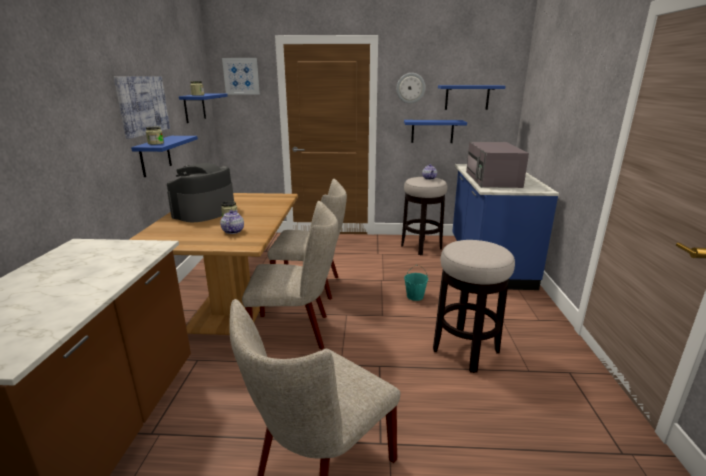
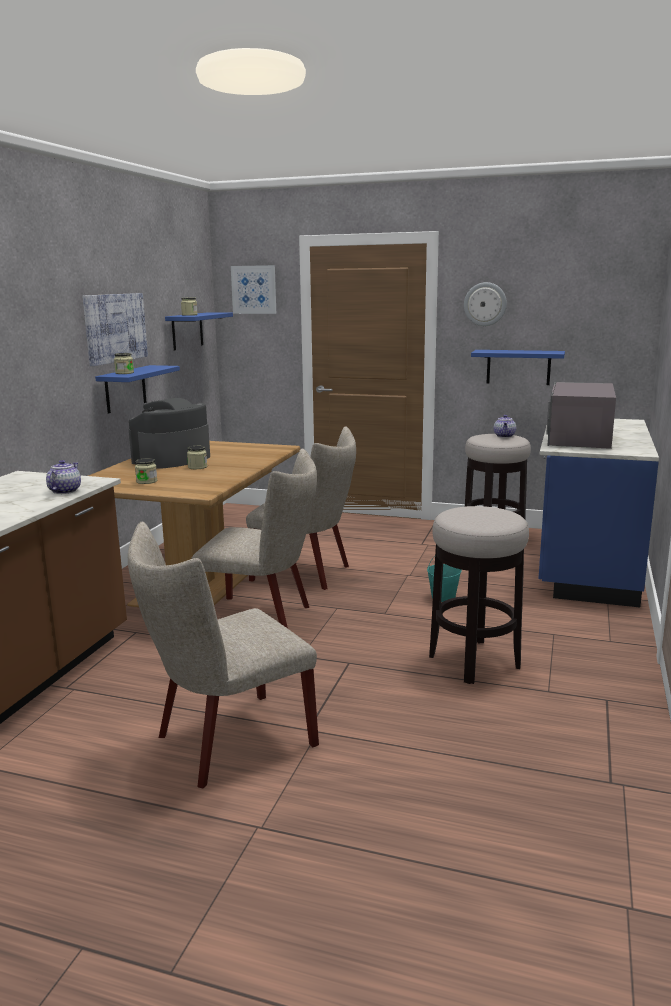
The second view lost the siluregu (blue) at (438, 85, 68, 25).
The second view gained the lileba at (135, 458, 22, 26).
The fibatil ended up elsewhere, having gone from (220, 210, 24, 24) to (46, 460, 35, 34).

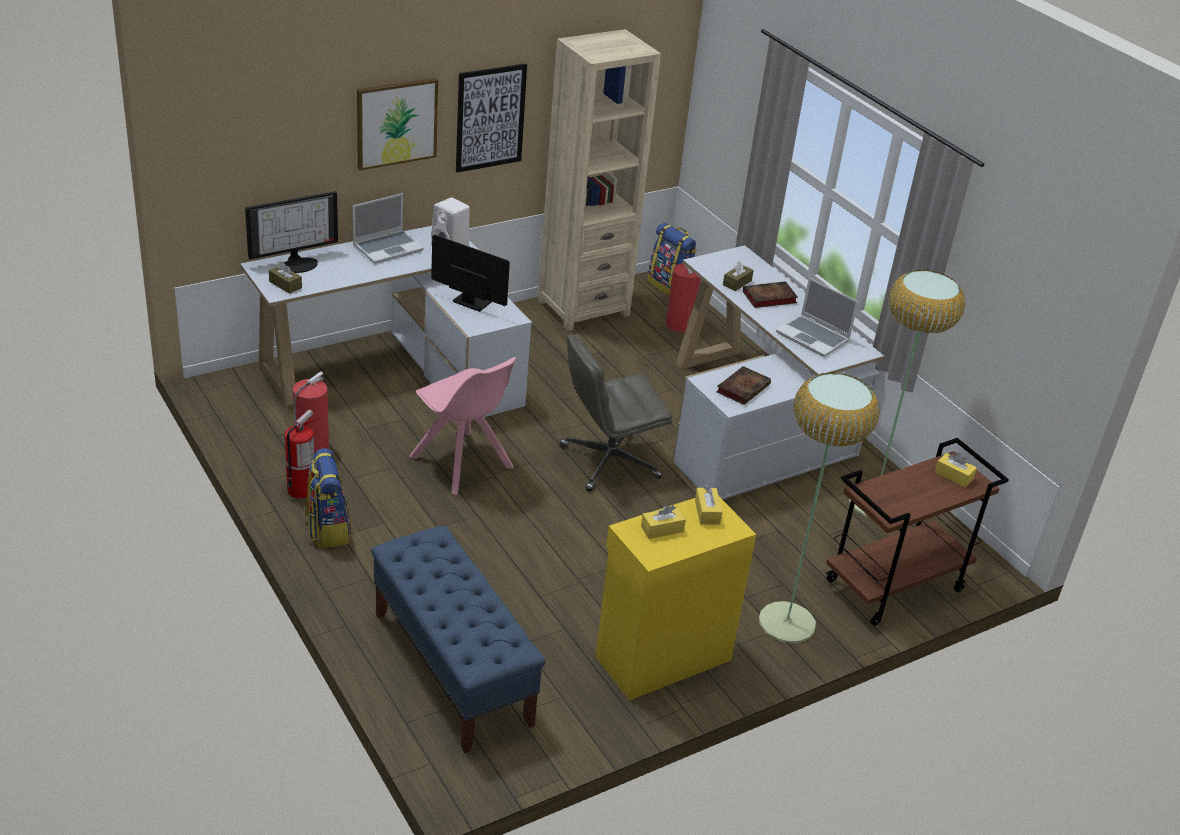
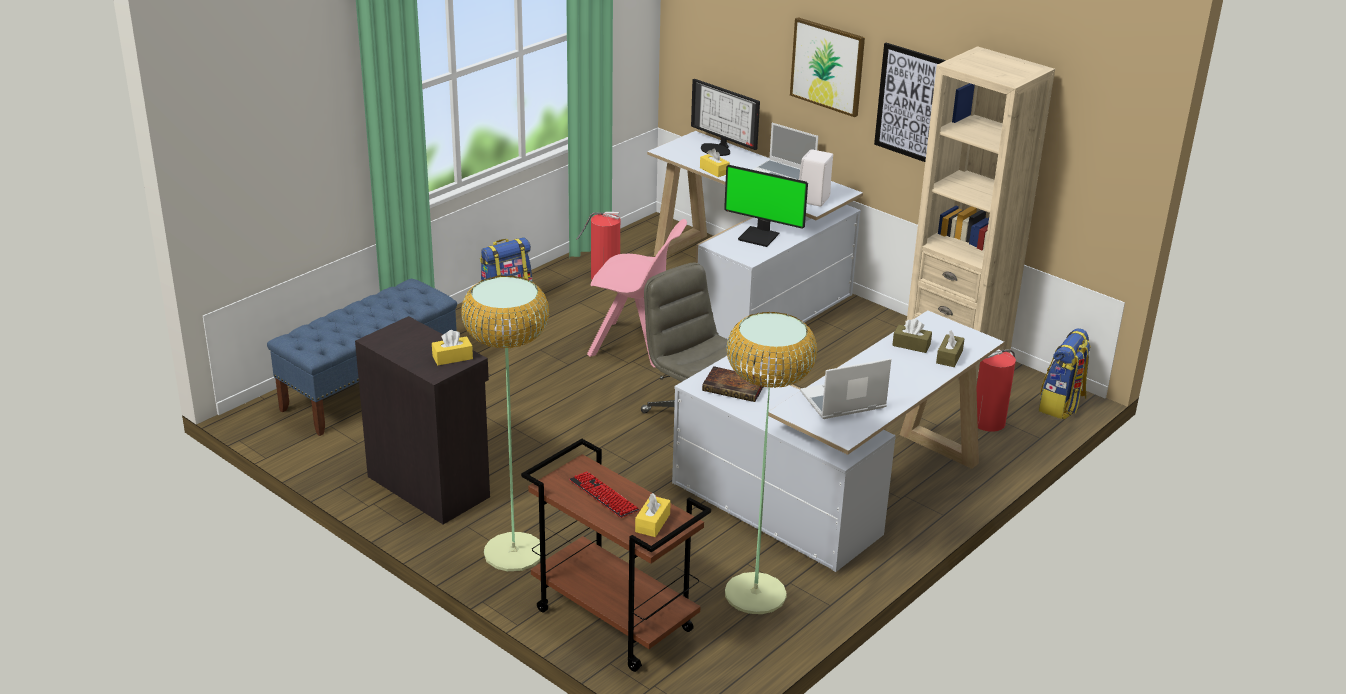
The second view lost the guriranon at (285, 409, 29, 89).
The second view lost the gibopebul at (743, 281, 55, 27).
The second view gained the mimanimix at (569, 471, 70, 47).
The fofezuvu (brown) ended up elsewhere, having gone from (269, 262, 33, 32) to (936, 330, 29, 37).
The fofezuvu (yellow) ended up elsewhere, having gone from (641, 505, 45, 34) to (700, 149, 30, 28).
What was the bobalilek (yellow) at (596, 497, 160, 203) turned into the bobalilek (black) at (355, 316, 135, 208).
The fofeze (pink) at (410, 357, 106, 138) ended up facing another way, 105 degrees counterclockwise from before.
The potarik at (431, 235, 79, 77) ended up facing another way, 105 degrees clockwise from before.
The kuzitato at (776, 278, 82, 79) ended up facing another way, 45 degrees clockwise from before.

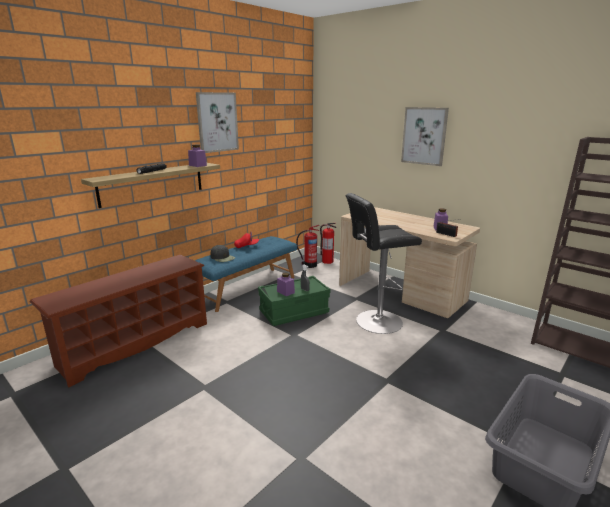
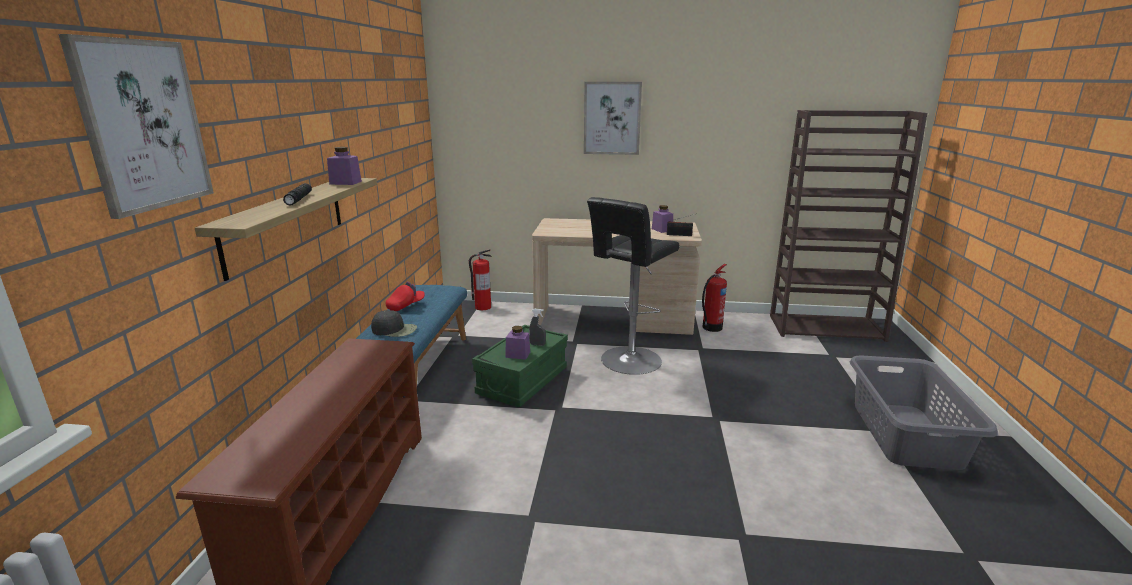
The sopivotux ended up elsewhere, having gone from (196, 92, 43, 61) to (58, 34, 156, 185).
The guriranon ended up elsewhere, having gone from (296, 225, 23, 43) to (702, 264, 25, 68).

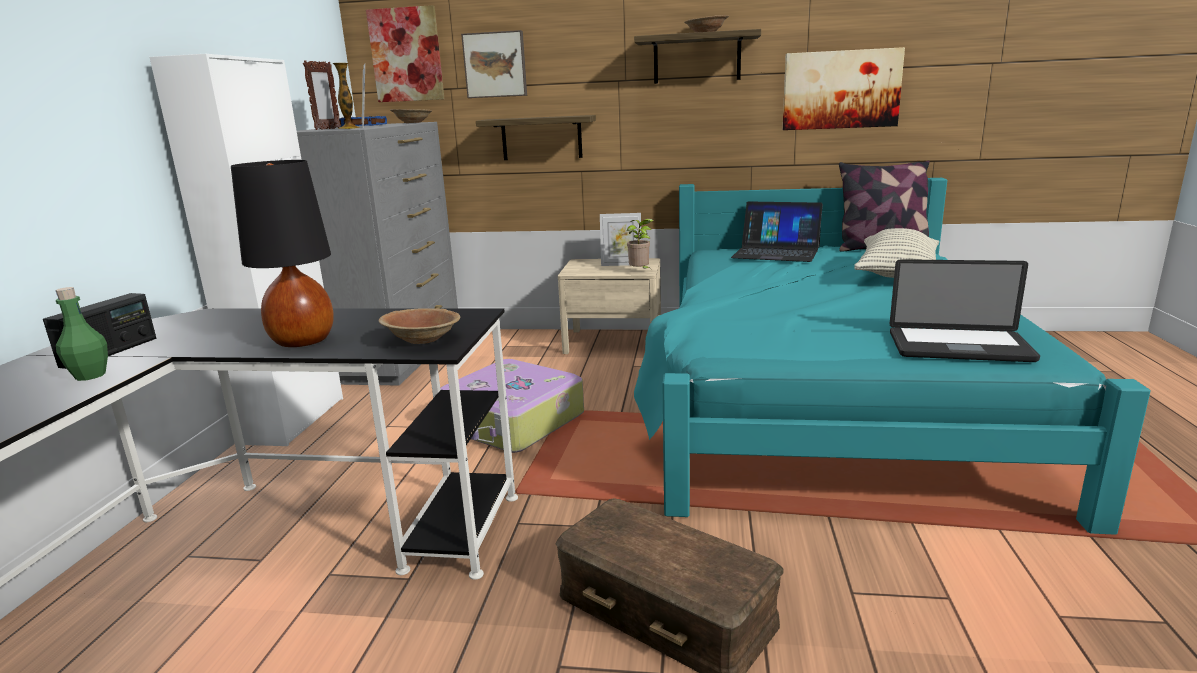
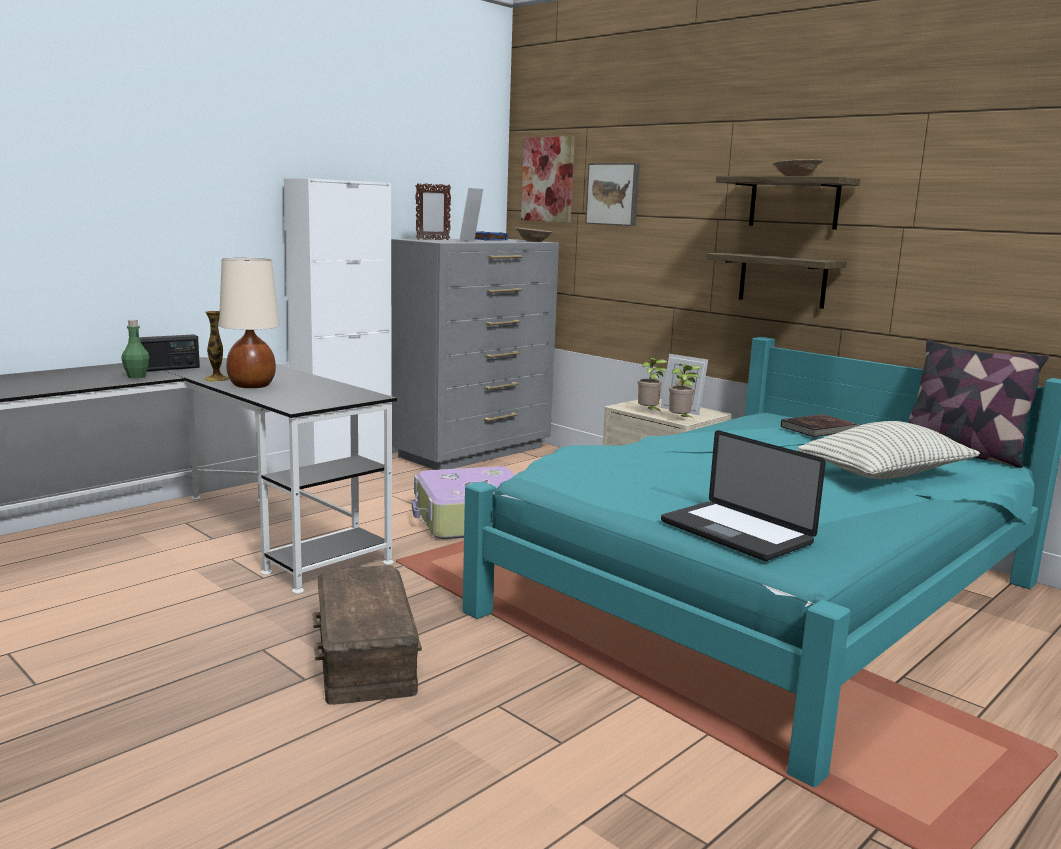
The second view lost the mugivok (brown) at (379, 308, 81, 36).
The second view lost the sopivotux at (783, 47, 122, 83).
The second view gained the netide at (638, 358, 29, 54).
The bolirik ended up elsewhere, having gone from (333, 63, 27, 66) to (205, 311, 24, 71).
The siluregu ended up elsewhere, having gone from (476, 115, 120, 45) to (706, 253, 141, 56).
Where the kuzitato stood at (731, 201, 92, 61), the gibopebul (brown) came to stand at (781, 414, 77, 23).
What was the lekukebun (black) at (231, 160, 103, 187) turned into the lekukebun (beige) at (219, 258, 61, 130).

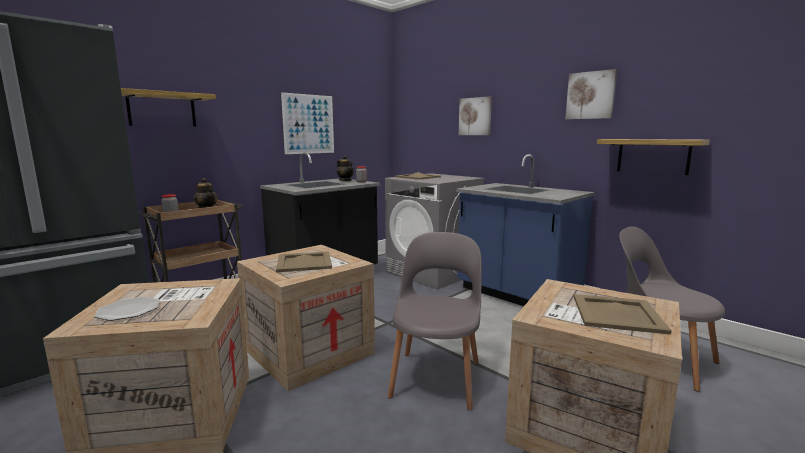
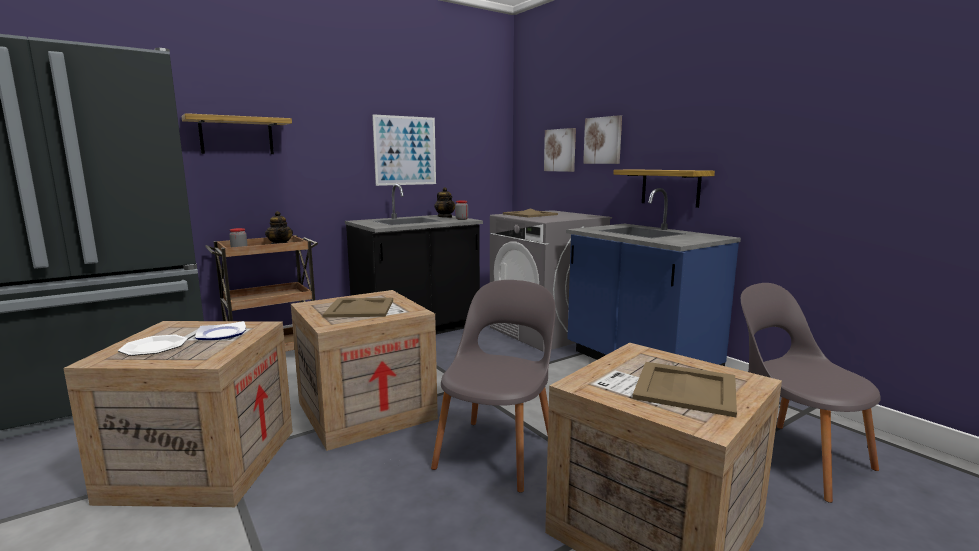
The second view gained the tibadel at (195, 321, 51, 19).
The sopivotux ended up elsewhere, having gone from (565, 69, 52, 50) to (544, 128, 32, 44).
The siluregu ended up elsewhere, having gone from (597, 139, 113, 36) to (613, 169, 102, 39).

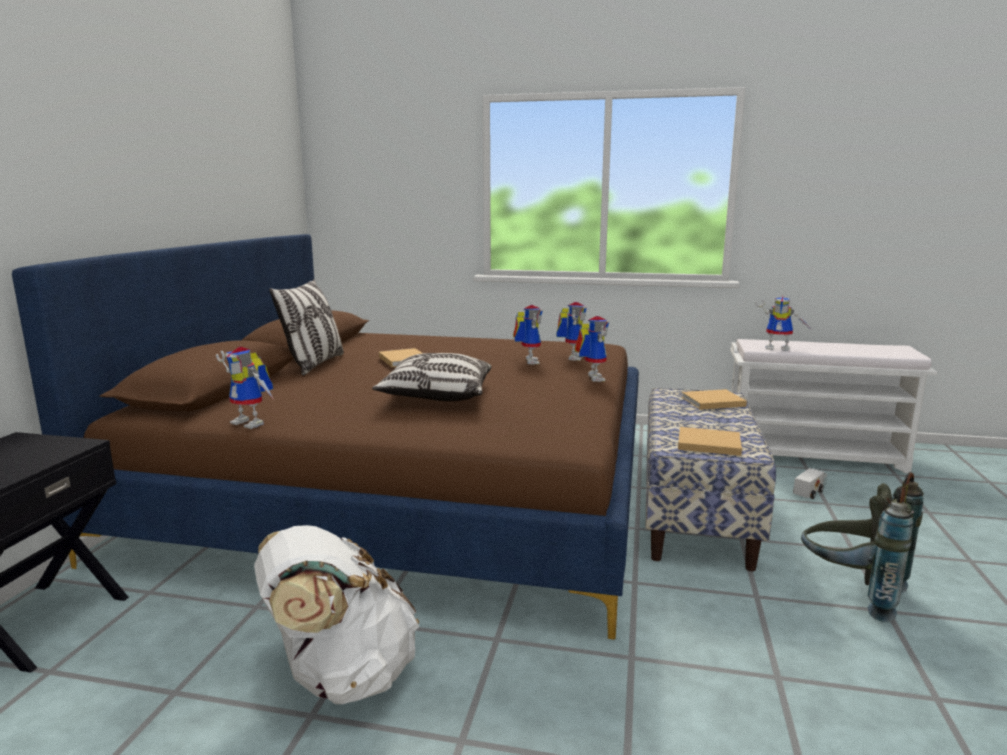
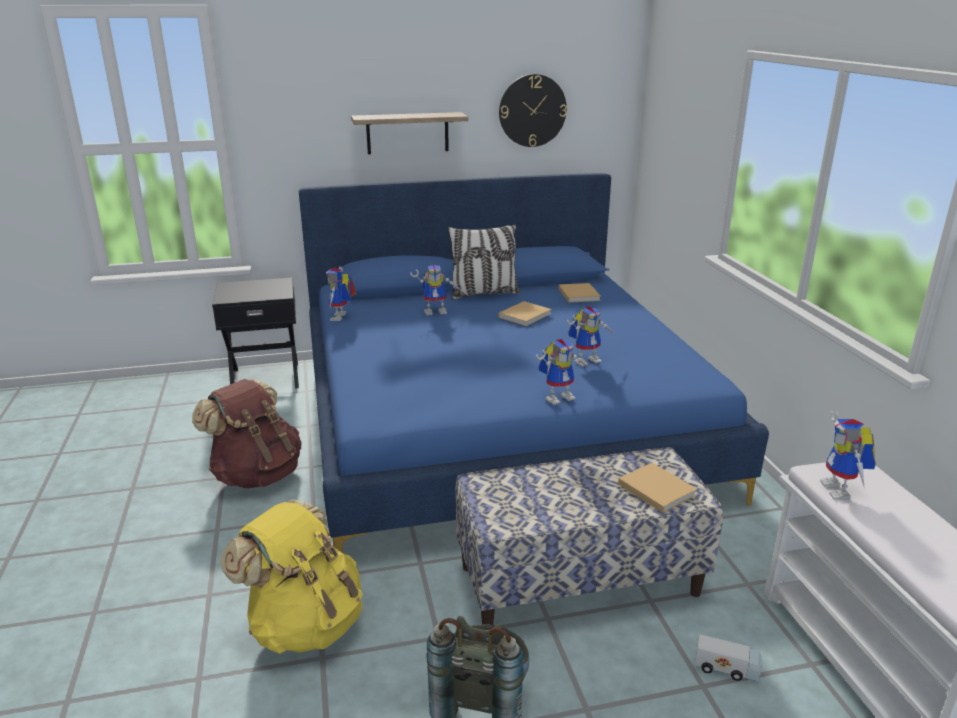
The second view lost the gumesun at (372, 353, 119, 48).
The second view gained the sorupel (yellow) at (221, 499, 142, 155).
The second view gained the siluregu at (351, 112, 117, 42).
The second view gained the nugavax at (499, 74, 68, 73).
The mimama ended up elsewhere, having gone from (556, 302, 31, 59) to (410, 264, 51, 51).
The gibopebul (beige) ended up elsewhere, having gone from (678, 427, 64, 29) to (559, 283, 42, 20).
What was the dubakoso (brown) at (12, 234, 627, 406) turned into the dubakoso (blue) at (299, 173, 470, 379).
What was the sorupel (white) at (254, 525, 165, 179) turned into the sorupel (brown) at (192, 379, 109, 109).

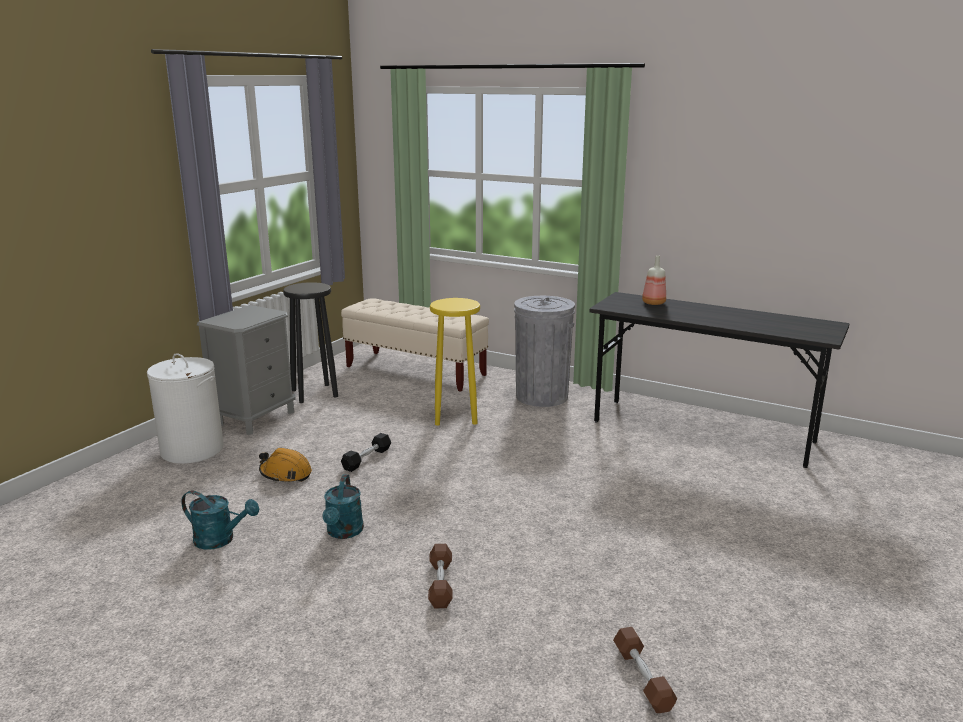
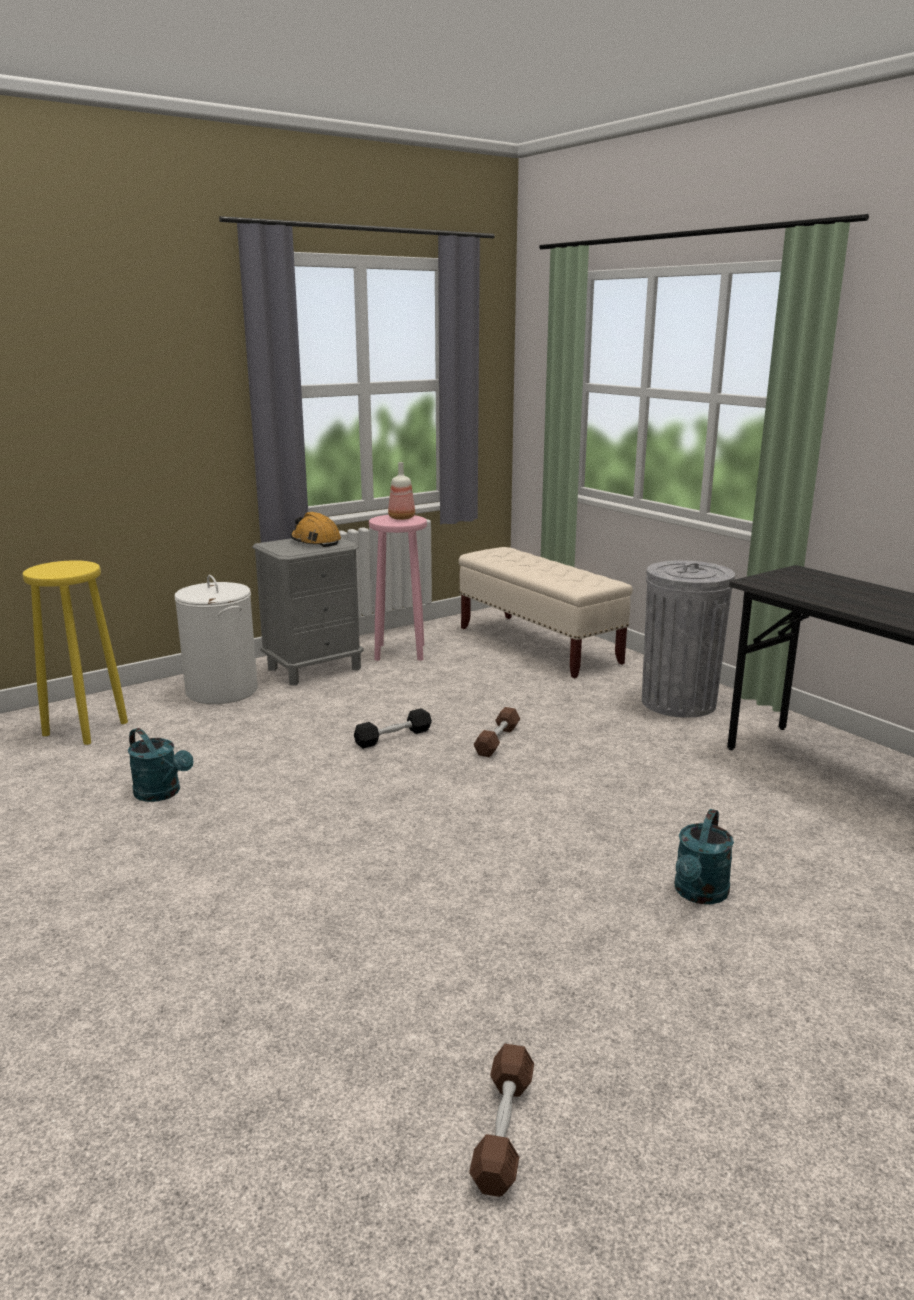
The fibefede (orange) ended up elsewhere, having gone from (259, 448, 53, 35) to (290, 512, 51, 35).
The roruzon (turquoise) ended up elsewhere, having gone from (322, 475, 42, 64) to (674, 809, 60, 95).
The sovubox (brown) ended up elsewhere, having gone from (428, 544, 25, 64) to (473, 707, 47, 50).
The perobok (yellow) ended up elsewhere, having gone from (430, 298, 50, 128) to (22, 560, 106, 185).
The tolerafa ended up elsewhere, having gone from (642, 256, 24, 49) to (388, 462, 27, 58).
What was the perobok (black) at (283, 282, 55, 121) turned into the perobok (pink) at (369, 515, 58, 146).

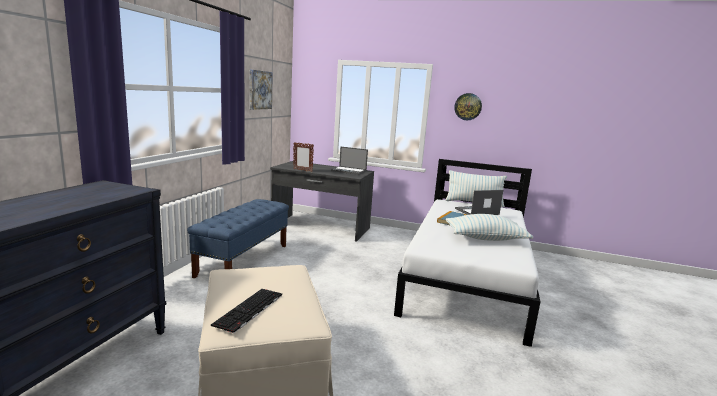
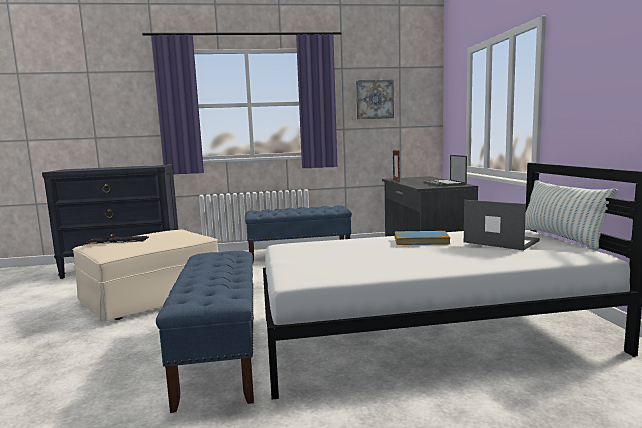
The second view lost the gumesun at (446, 214, 87, 27).
The second view lost the nugavax at (454, 93, 28, 27).
The second view gained the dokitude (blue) at (156, 251, 98, 162).

